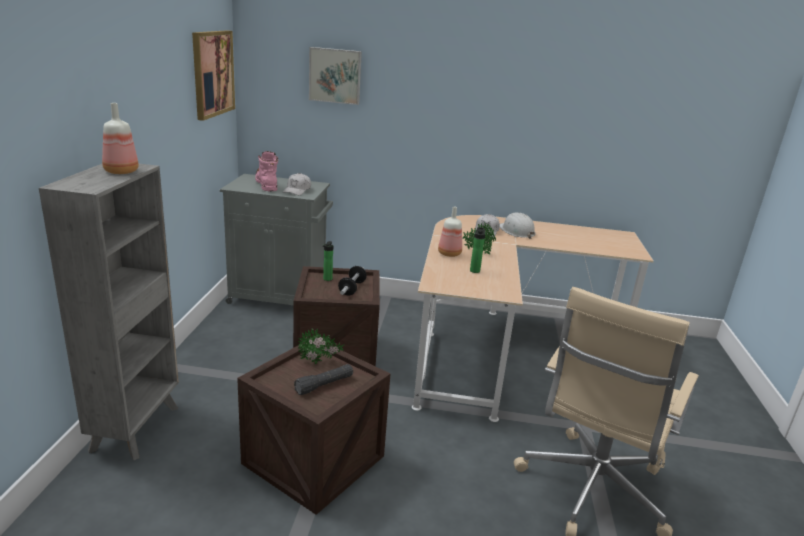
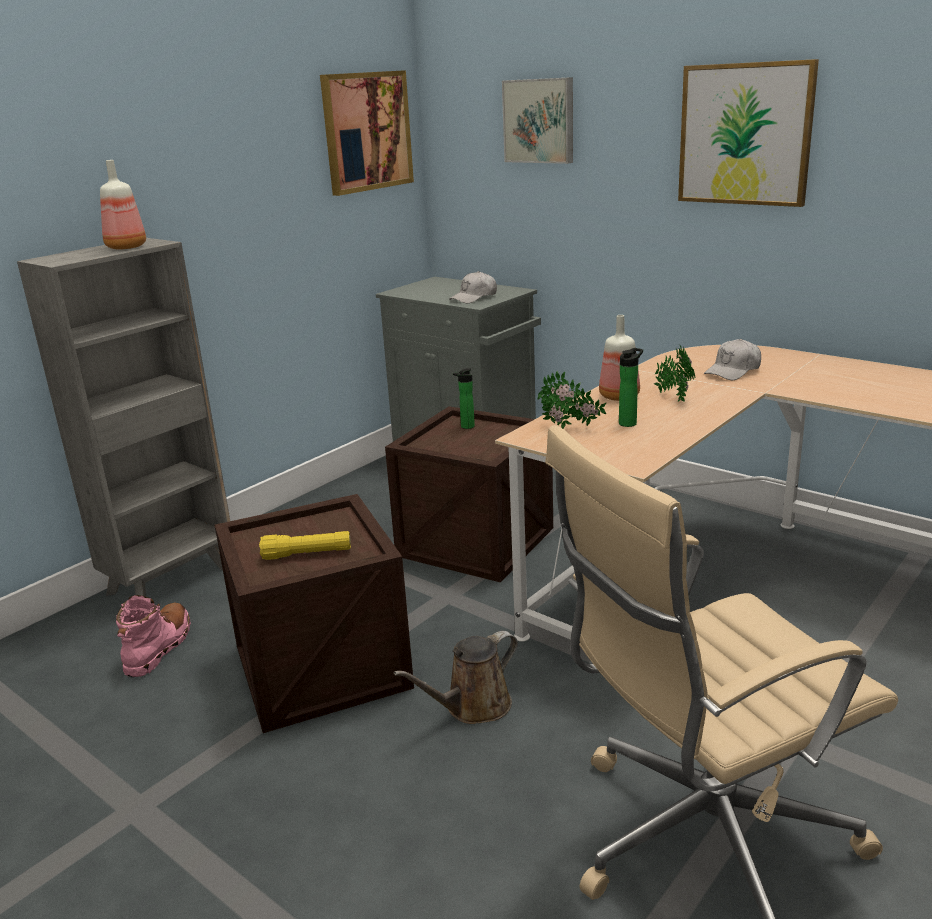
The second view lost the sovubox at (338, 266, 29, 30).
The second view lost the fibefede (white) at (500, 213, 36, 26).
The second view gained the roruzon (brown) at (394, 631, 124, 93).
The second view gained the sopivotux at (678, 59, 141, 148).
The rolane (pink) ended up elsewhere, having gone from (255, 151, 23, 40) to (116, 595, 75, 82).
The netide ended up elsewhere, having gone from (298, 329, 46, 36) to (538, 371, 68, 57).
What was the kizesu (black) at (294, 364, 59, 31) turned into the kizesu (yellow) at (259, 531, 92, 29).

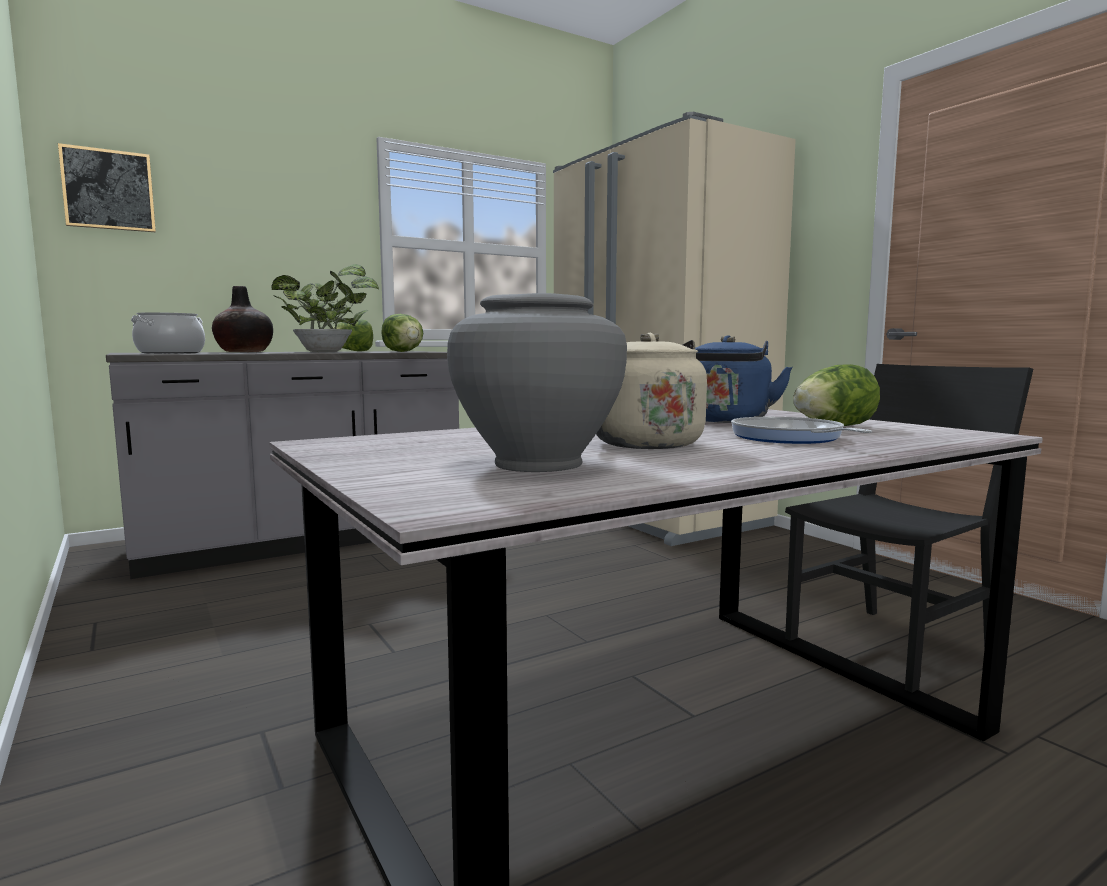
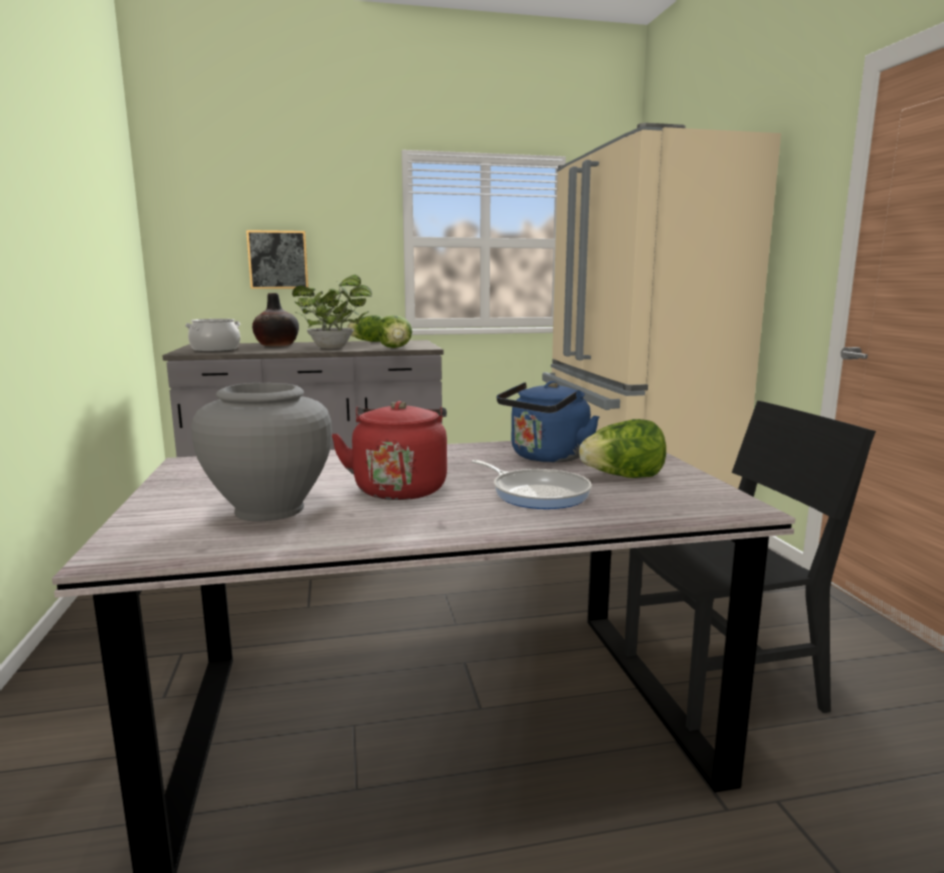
The sopivotux ended up elsewhere, having gone from (58, 143, 98, 89) to (246, 230, 63, 59).
What was the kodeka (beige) at (596, 333, 111, 116) turned into the kodeka (red) at (332, 401, 115, 99).
The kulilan at (731, 417, 141, 27) ended up facing another way, 135 degrees clockwise from before.

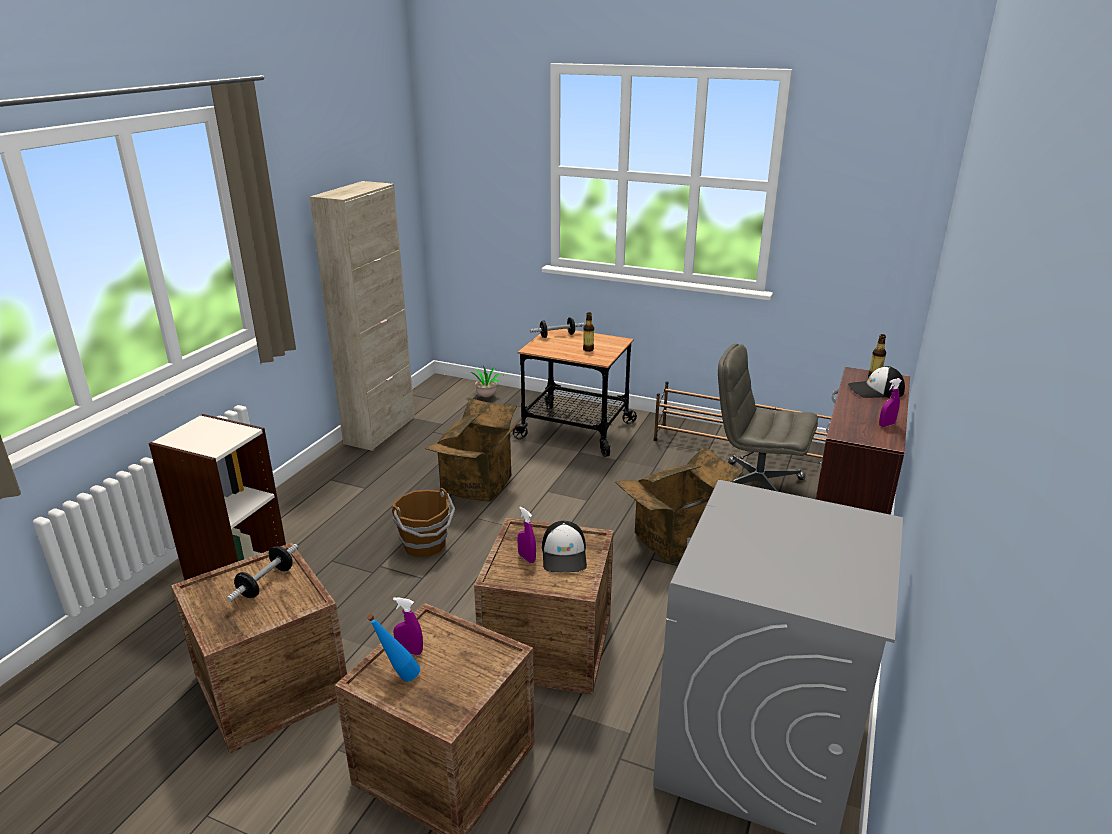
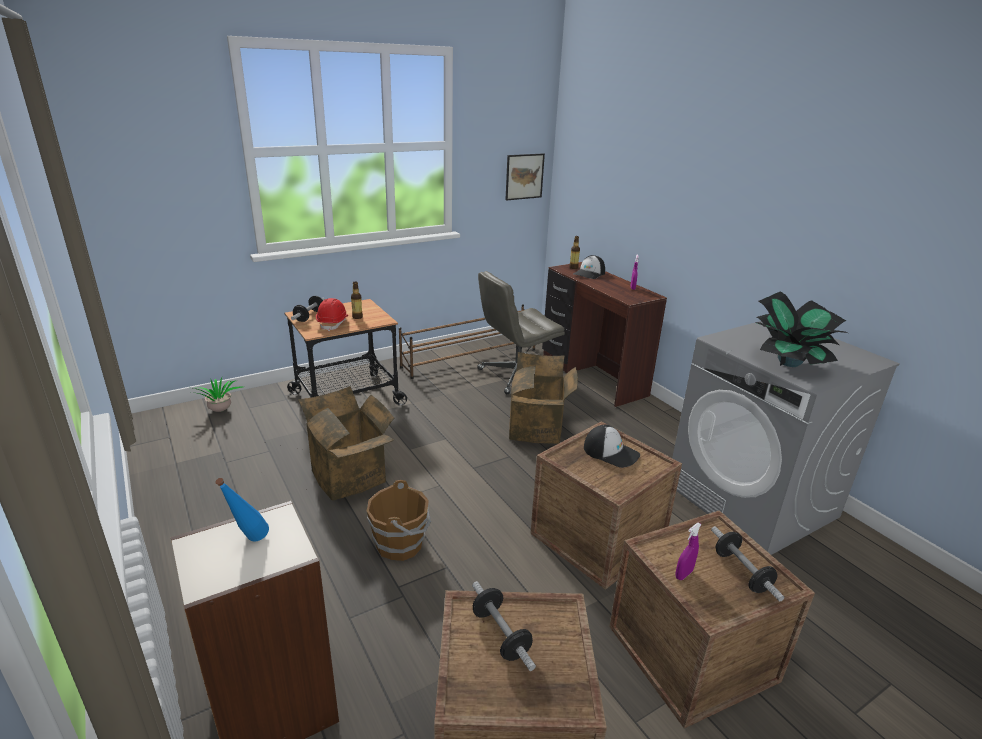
The second view lost the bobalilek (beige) at (310, 181, 105, 270).
The second view lost the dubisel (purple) at (517, 507, 19, 56).
The second view gained the fibefede (red) at (316, 298, 32, 34).
The second view gained the sopivotux at (505, 153, 40, 48).
The second view gained the sovubox at (711, 526, 73, 76).
The second view gained the netide at (755, 291, 92, 76).
The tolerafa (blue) ended up elsewhere, having gone from (367, 614, 53, 68) to (215, 478, 54, 64).

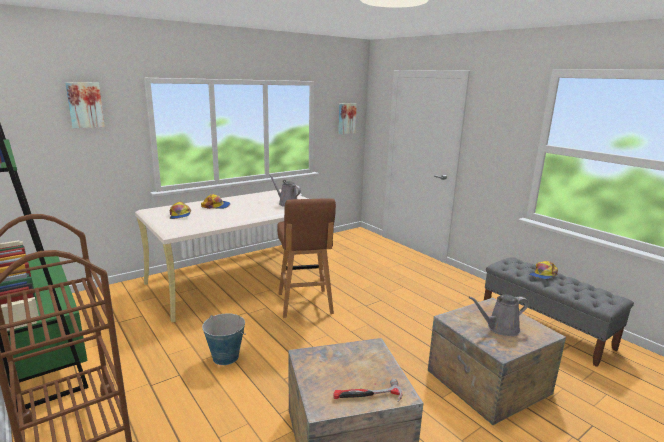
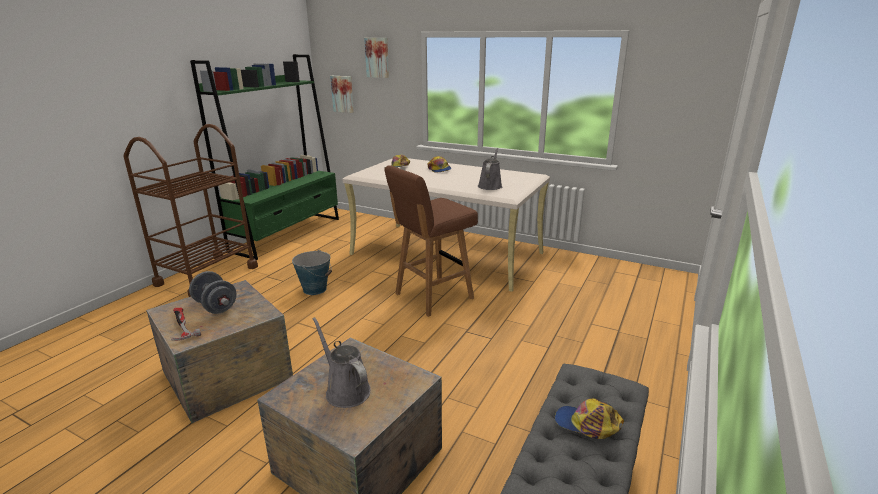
The second view gained the sovubox (grey) at (189, 271, 48, 43).
The sopivotux ended up elsewhere, having gone from (338, 103, 19, 31) to (330, 76, 24, 37).

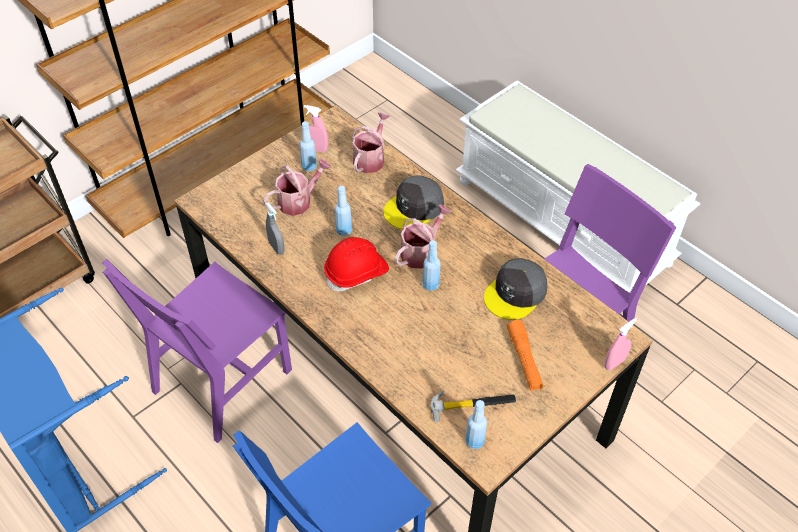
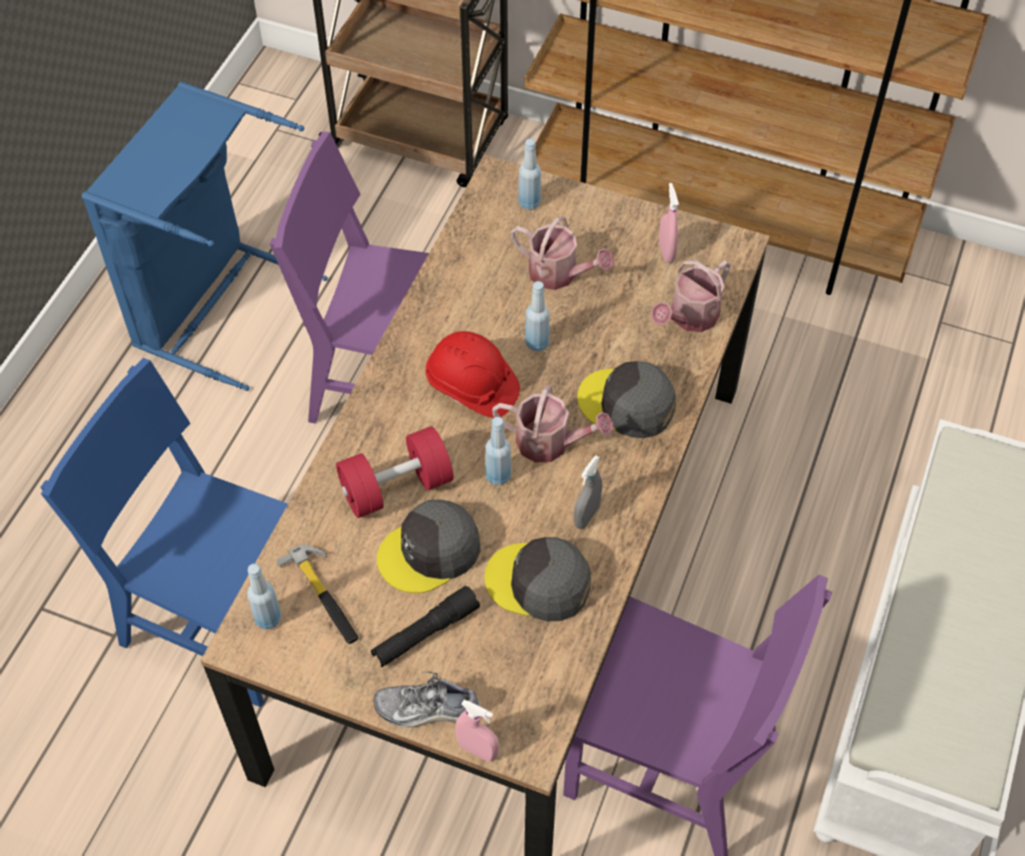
The second view gained the sovubox (red) at (336, 426, 118, 92).
The second view gained the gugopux at (373, 672, 107, 56).
The second view gained the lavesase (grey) at (377, 499, 104, 94).
The dubisel (grey) ended up elsewhere, having gone from (265, 202, 20, 53) to (574, 455, 28, 74).
The tolerafa (blue) ended up elsewhere, having gone from (300, 121, 17, 50) to (518, 138, 23, 72).
What was the kizesu (orange) at (507, 320, 36, 71) turned into the kizesu (black) at (371, 586, 109, 81).
The roruzon at (352, 112, 38, 61) ended up facing another way, 135 degrees clockwise from before.

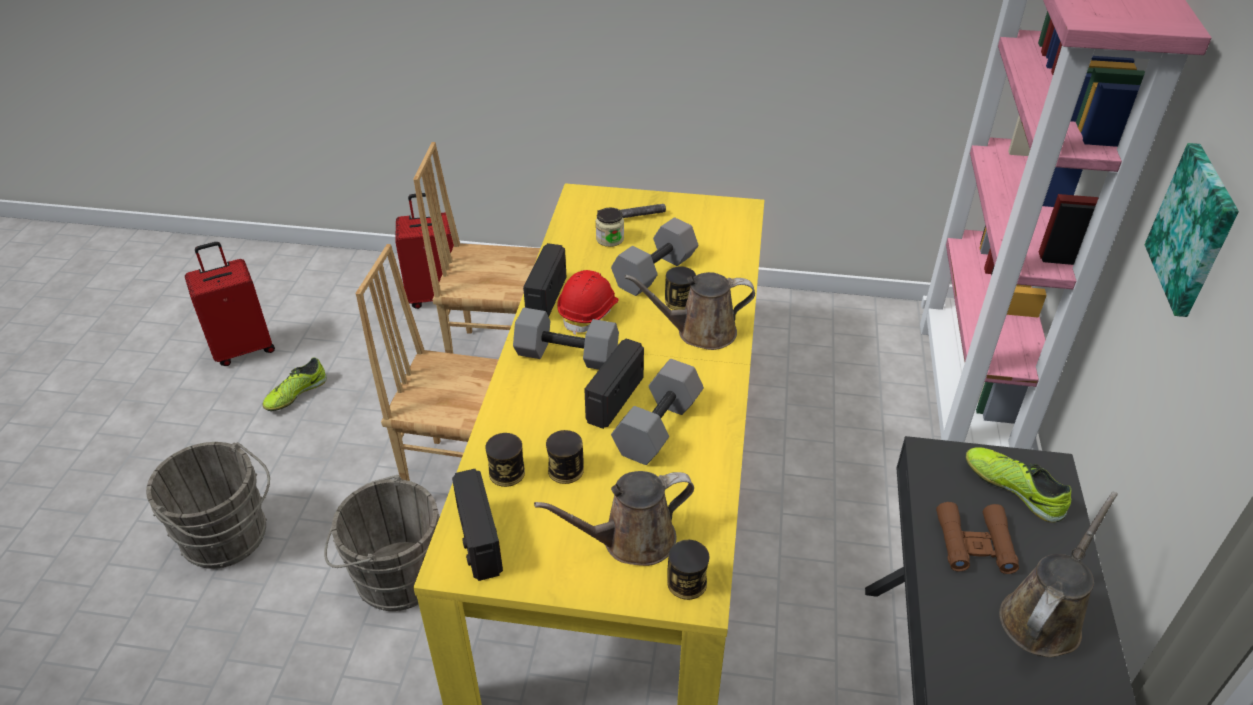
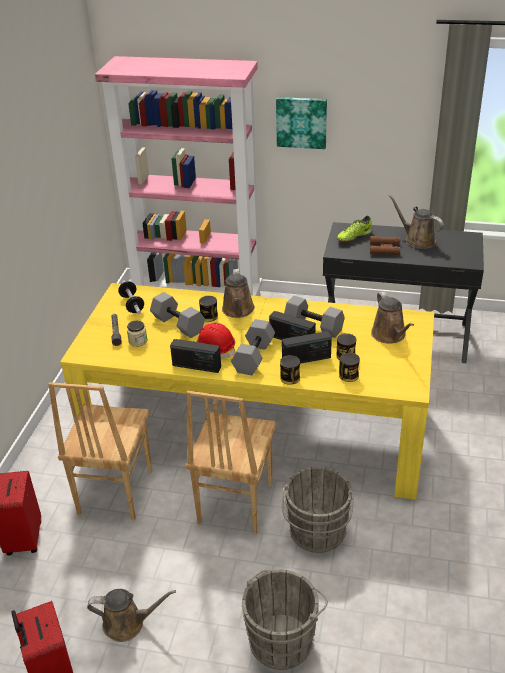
The second view gained the sovubox at (118, 281, 26, 33).
The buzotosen ended up elsewhere, having gone from (452, 469, 51, 112) to (282, 331, 50, 33).
The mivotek ended up elsewhere, having gone from (667, 540, 43, 60) to (280, 355, 20, 30).
Where the gugopux stood at (262, 358, 65, 53), the roruzon (brown) came to stand at (87, 589, 89, 53).

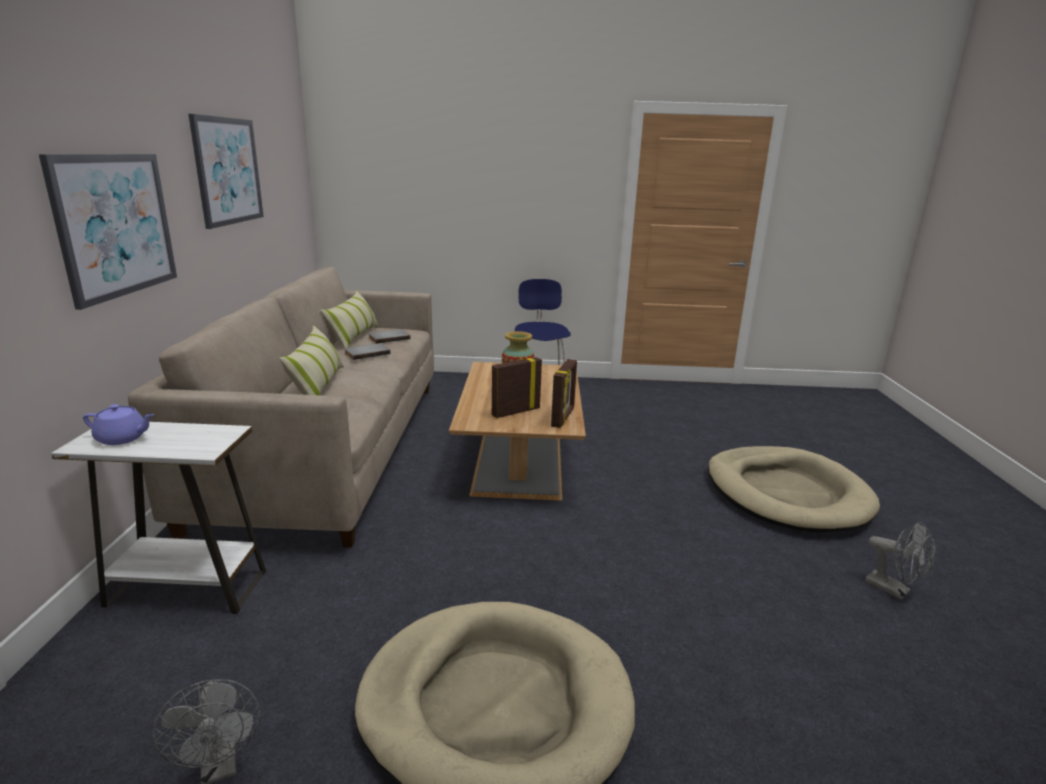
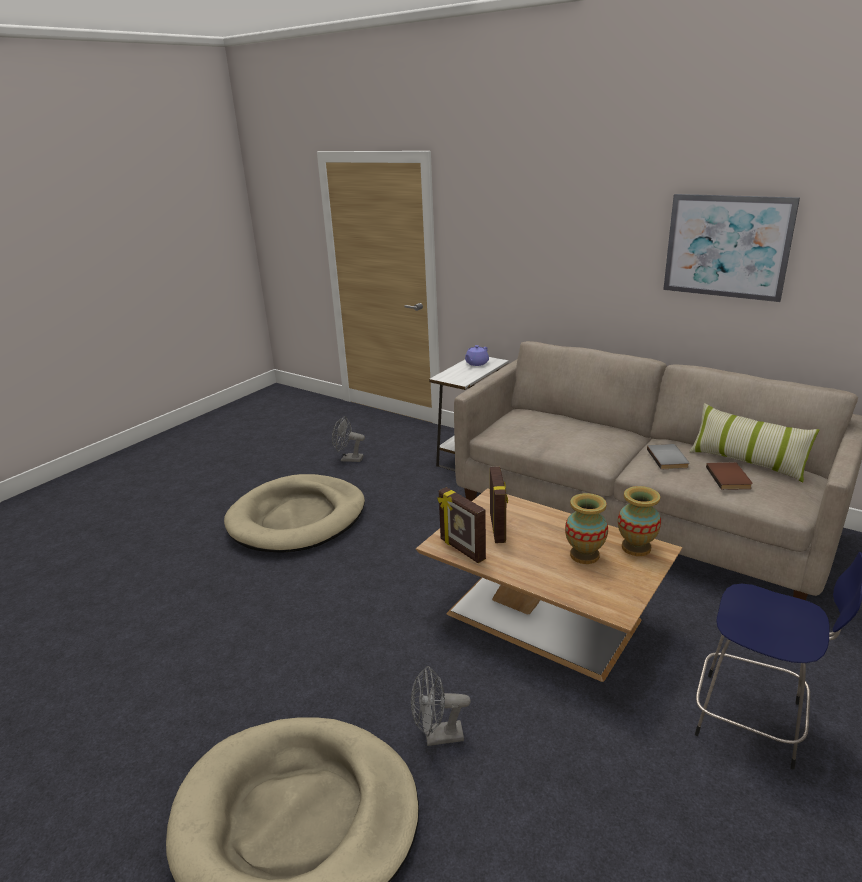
The second view lost the sopivotux at (39, 154, 138, 156).
The second view lost the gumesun at (279, 325, 65, 70).
The second view gained the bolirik at (618, 486, 43, 70).
The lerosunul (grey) ended up elsewhere, having gone from (865, 522, 70, 78) to (411, 666, 60, 80).
What was the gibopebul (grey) at (369, 330, 42, 14) turned into the gibopebul (brown) at (706, 462, 47, 28).

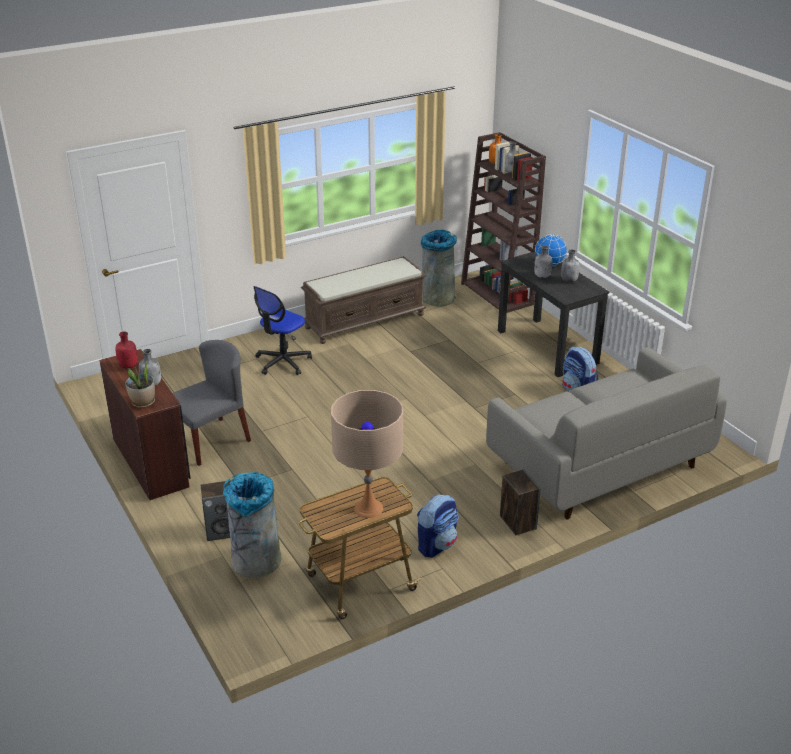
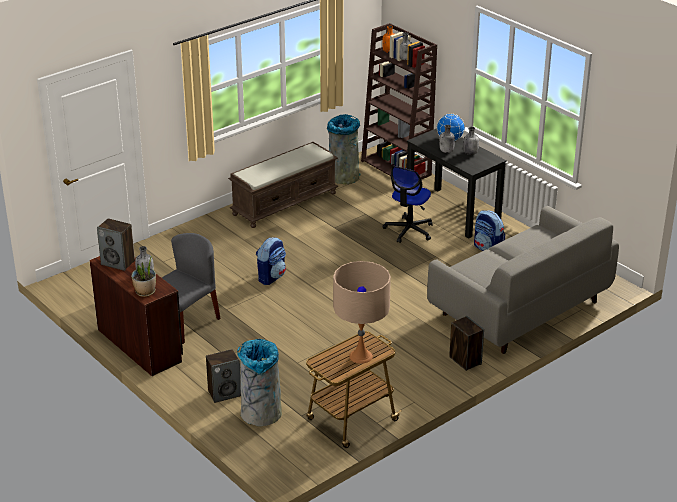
The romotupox ended up elsewhere, having gone from (253, 286, 59, 89) to (383, 166, 50, 77).
The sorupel ended up elsewhere, having gone from (417, 494, 42, 64) to (256, 237, 30, 48).
Where the tolerafa (red) stood at (116, 331, 22, 37), the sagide came to stand at (97, 218, 38, 53).

